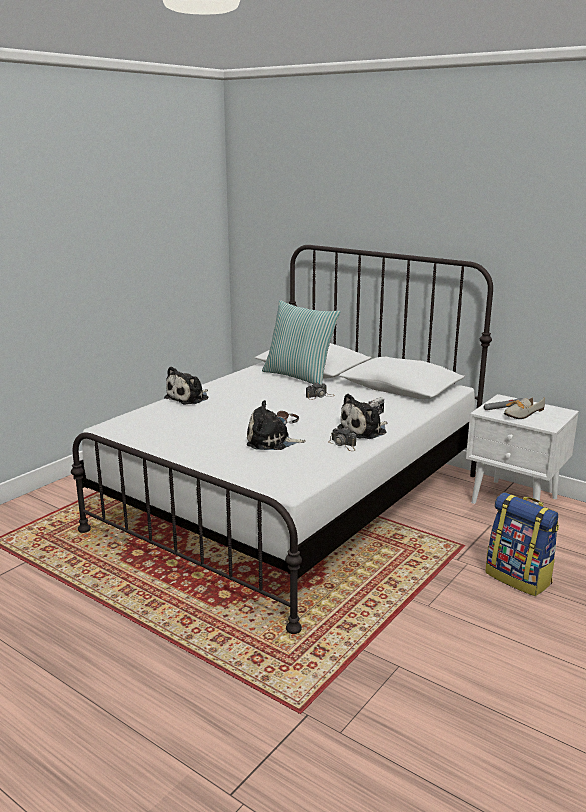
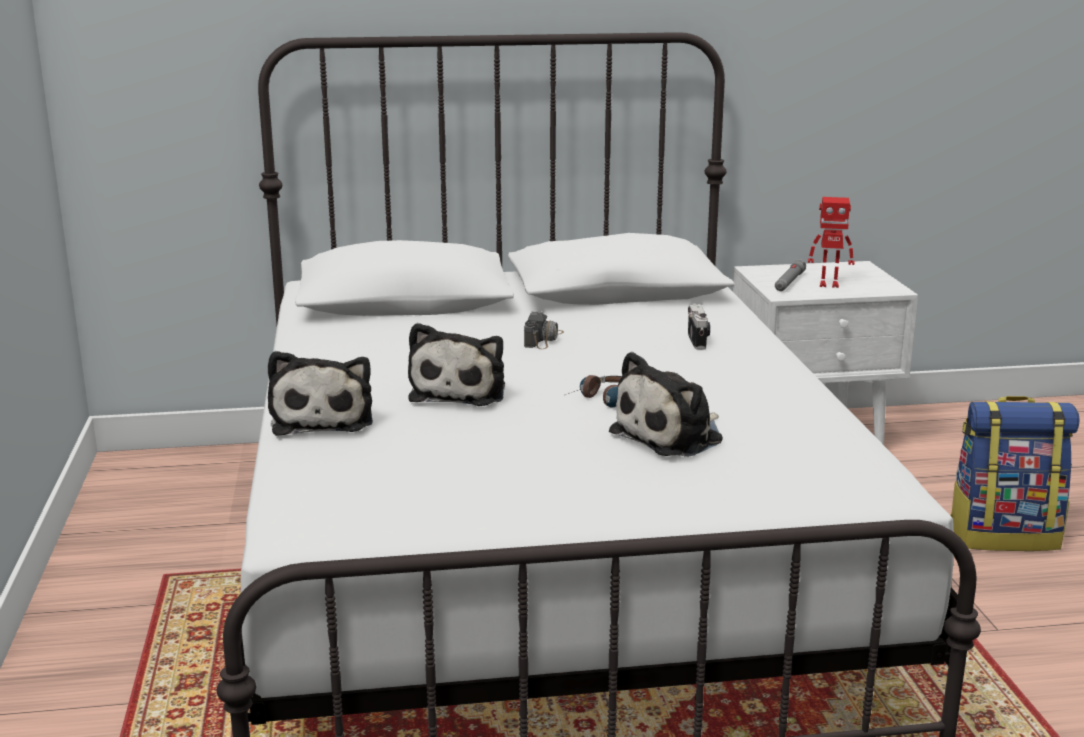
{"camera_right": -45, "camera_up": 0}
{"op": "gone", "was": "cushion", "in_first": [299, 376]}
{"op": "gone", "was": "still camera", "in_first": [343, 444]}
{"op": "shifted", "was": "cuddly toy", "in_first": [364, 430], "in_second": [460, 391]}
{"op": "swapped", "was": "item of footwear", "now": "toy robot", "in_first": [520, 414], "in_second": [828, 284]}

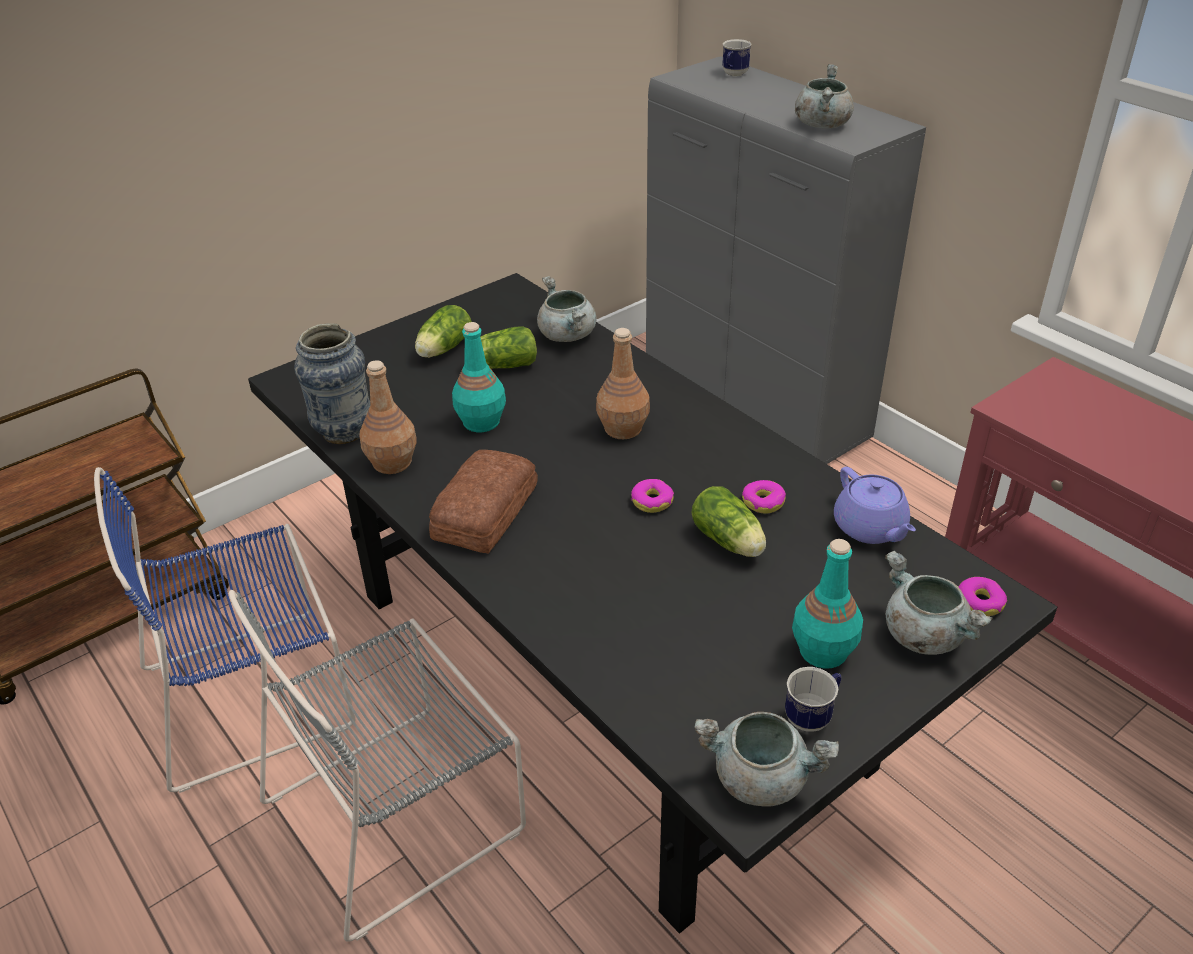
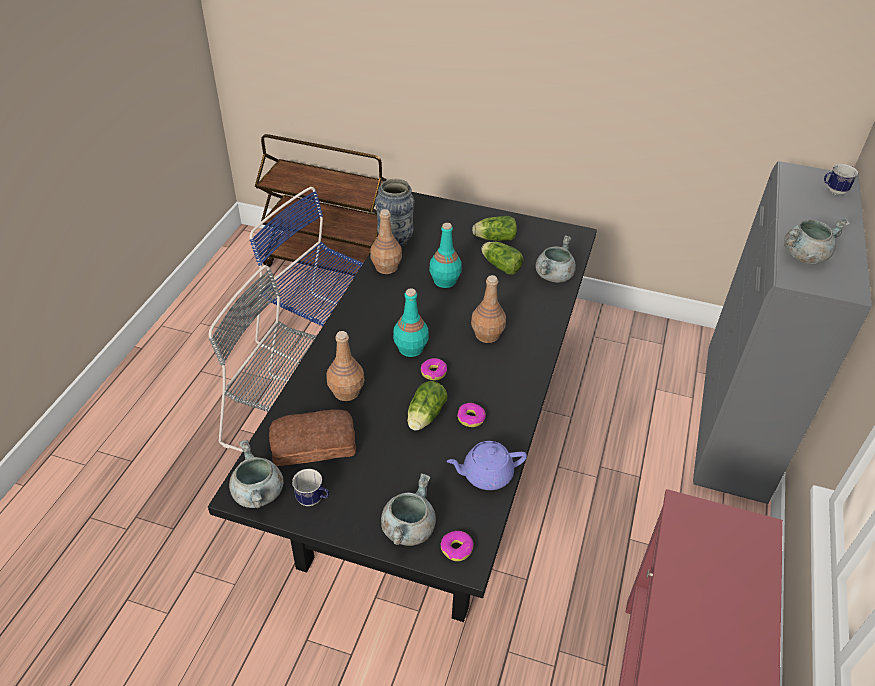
{"camera_right": 55, "camera_up": 5}
{"op": "new", "now": "brownish beverage bottle", "in_second": [346, 392]}
{"op": "shifted", "was": "bread", "in_first": [482, 512], "in_second": [312, 443]}
{"op": "shifted", "was": "turquoise-coloured beverage bottle", "in_first": [822, 651], "in_second": [410, 348]}
{"op": "rotated", "was": "purplish teapot", "in_first": [870, 528], "in_second": [486, 475], "clockwise": 45}

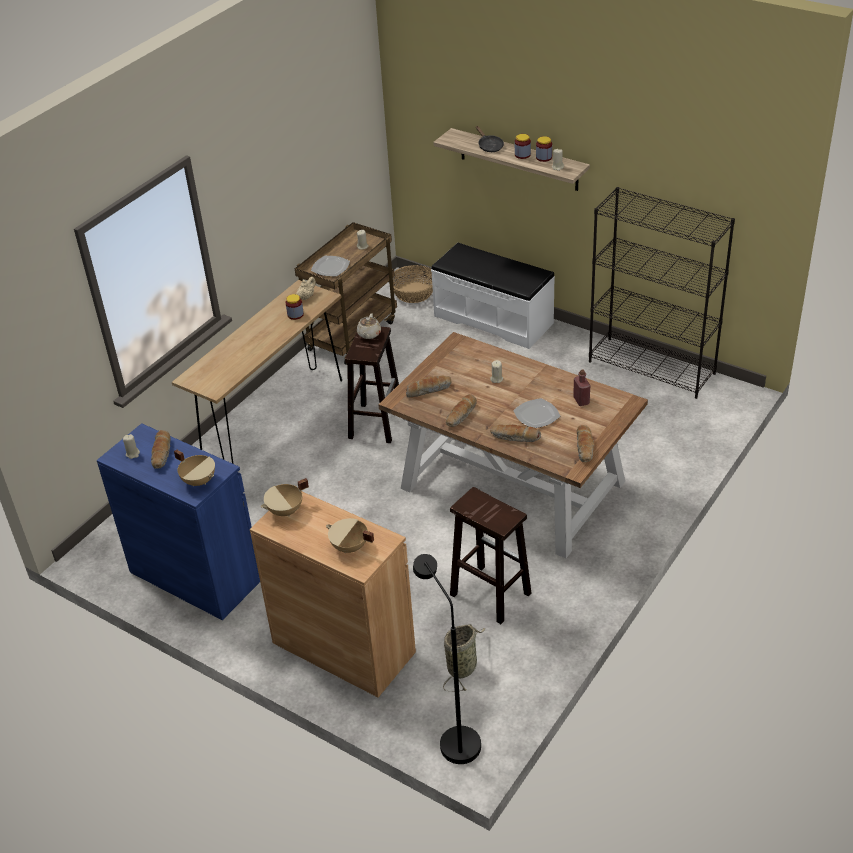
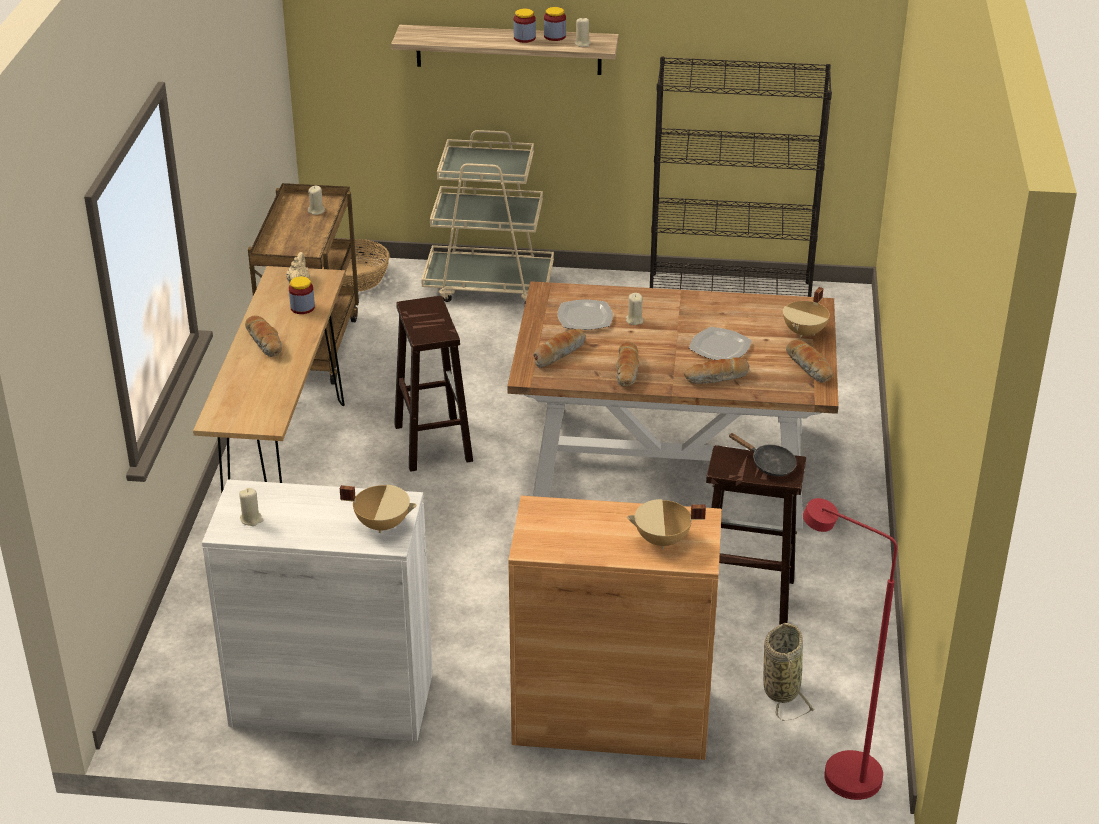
{"camera_right": -30, "camera_up": -5}
{"op": "gone", "was": "beige-coloured teapot", "in_first": [369, 334]}
{"op": "gone", "was": "red beverage bottle", "in_first": [581, 400]}
{"op": "shifted", "was": "bread", "in_first": [162, 454], "in_second": [265, 342]}
{"op": "shifted", "was": "beige-coloured saucepot", "in_first": [286, 511], "in_second": [805, 332]}
{"op": "shifted", "was": "plate", "in_first": [331, 267], "in_second": [585, 317]}
{"op": "shifted", "was": "black frying pan", "in_first": [489, 146], "in_second": [769, 464]}
{"op": "swapped", "was": "whitish indoor bench", "now": "beige-coloured wheeled cart", "in_first": [493, 319], "in_second": [489, 285]}
{"op": "repainted", "was": "bluish cupboard", "now": "whitish cupboard", "in_first": [195, 576], "in_second": [332, 700]}
{"op": "repainted", "was": "black floor lamp", "now": "red floor lamp", "in_first": [453, 738], "in_second": [837, 772]}

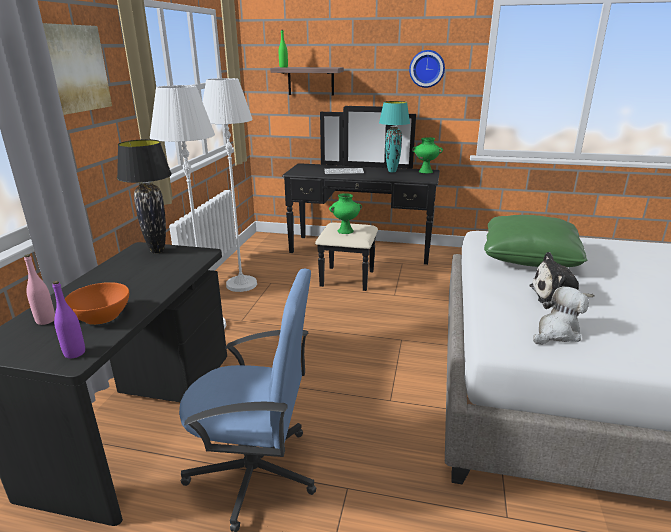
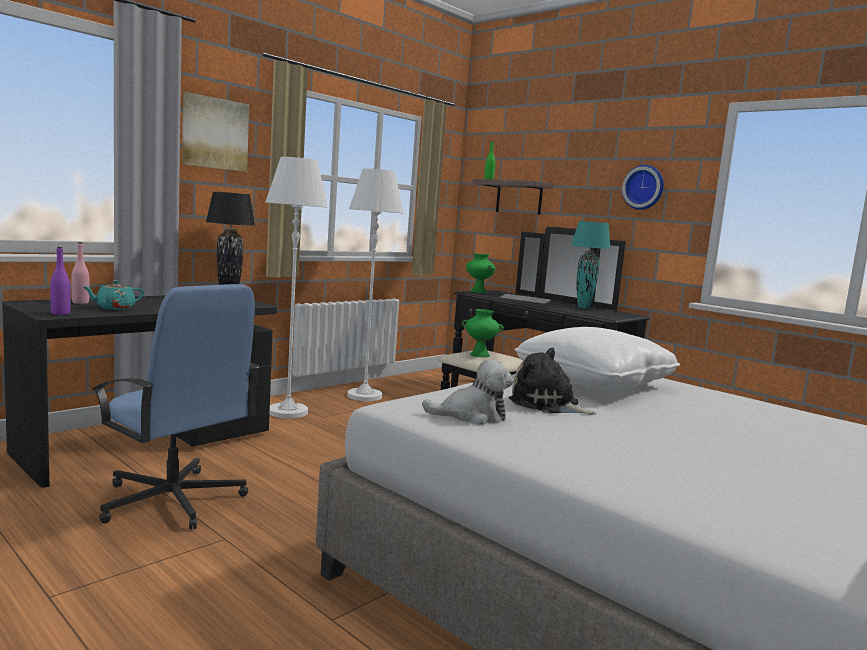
{"camera_right": 30, "camera_up": -15}
{"op": "shifted", "was": "green decorative vase", "in_first": [425, 172], "in_second": [478, 292]}
{"op": "swapped", "was": "orangey serving bowl", "now": "turquoise-coloured teapot", "in_first": [101, 316], "in_second": [114, 308]}
{"op": "repainted", "was": "green cushion", "now": "whitish cushion", "in_first": [529, 257], "in_second": [594, 382]}

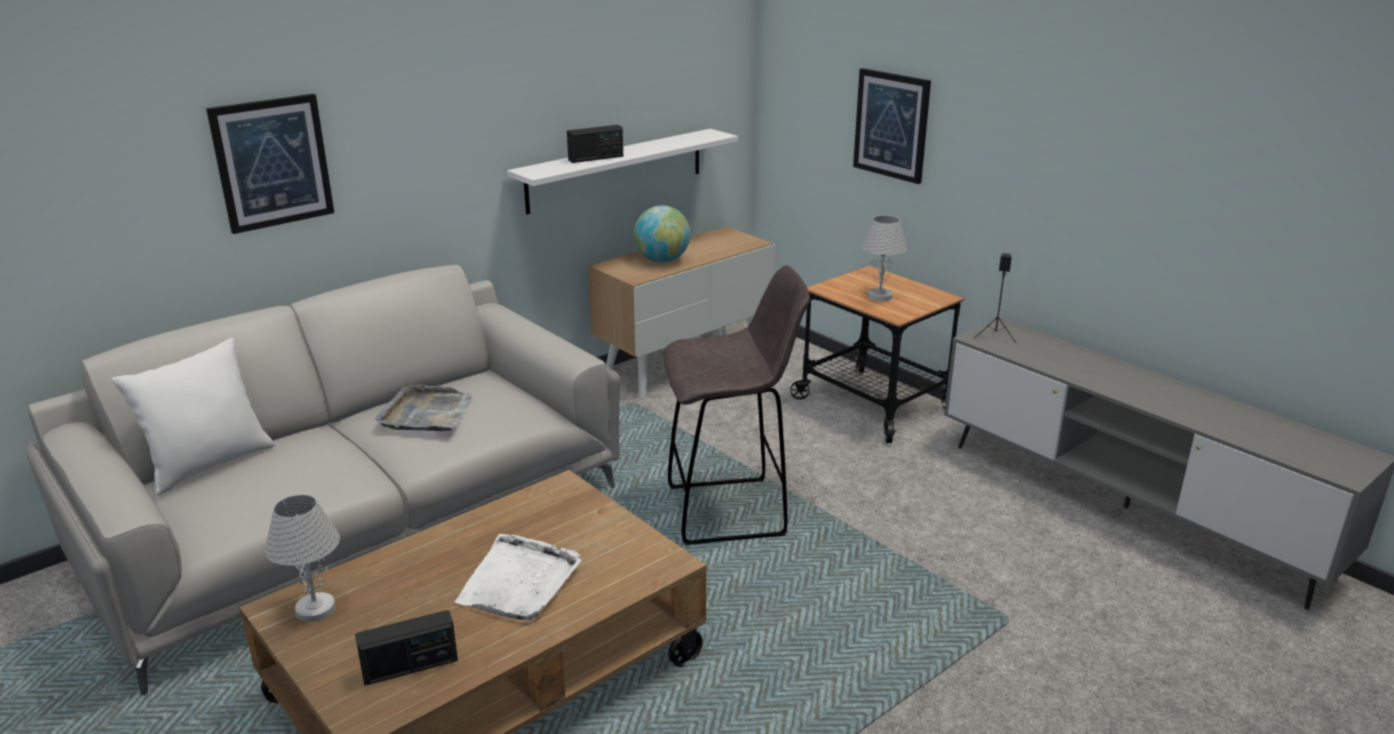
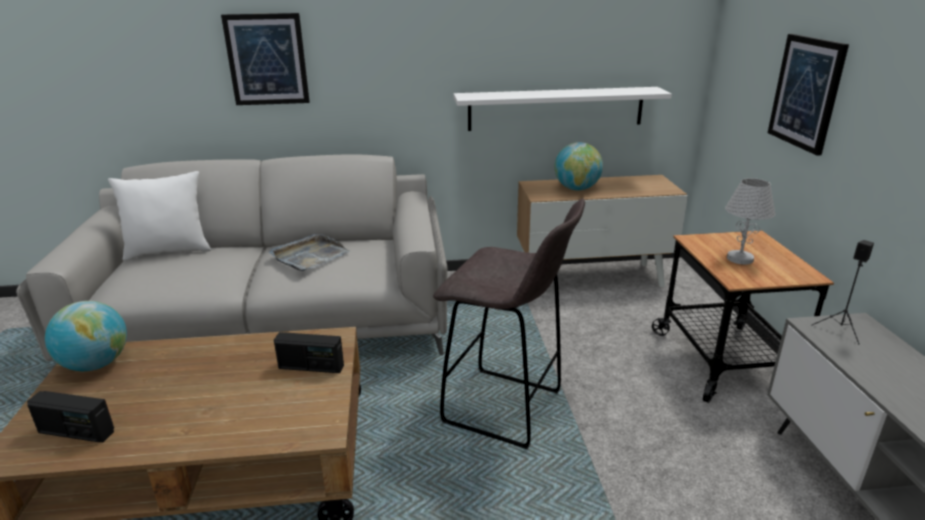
{"camera_right": 35, "camera_up": 0}
{"op": "gone", "was": "whitish carrying tray", "in_first": [519, 582]}
{"op": "shifted", "was": "radio receiver", "in_first": [596, 158], "in_second": [311, 367]}
{"op": "swapped", "was": "whitish tabletop lamp", "now": "desk globe", "in_first": [315, 609], "in_second": [96, 364]}

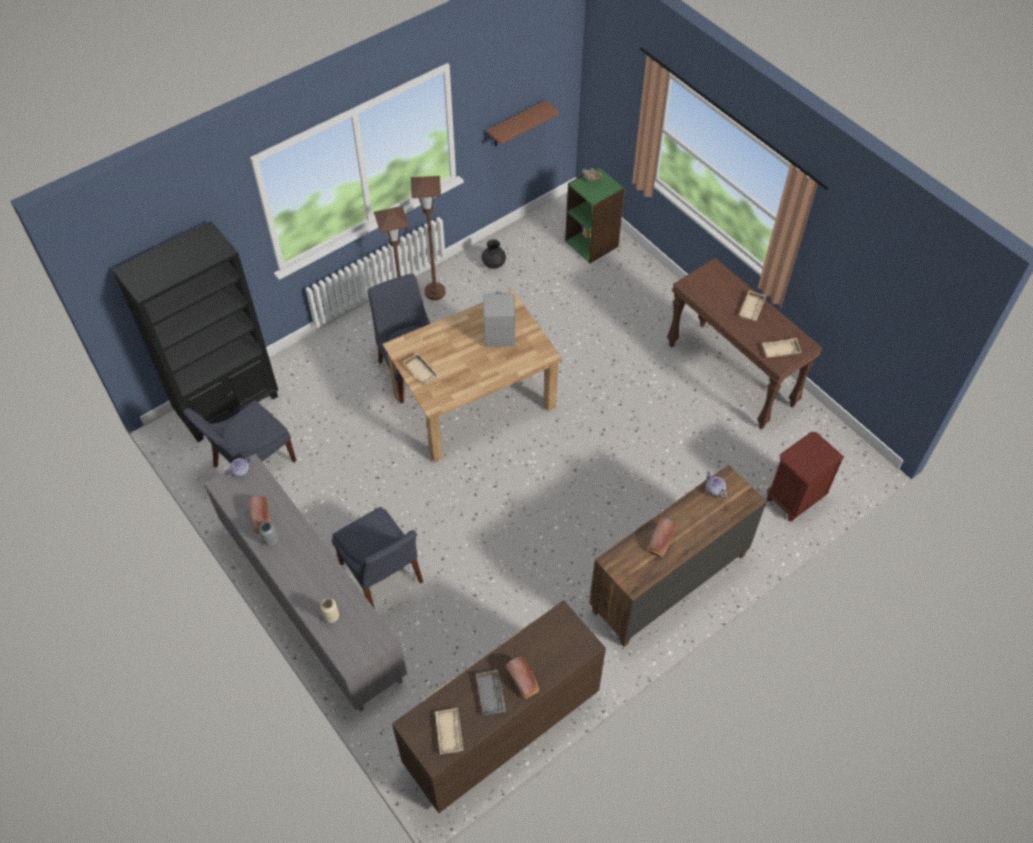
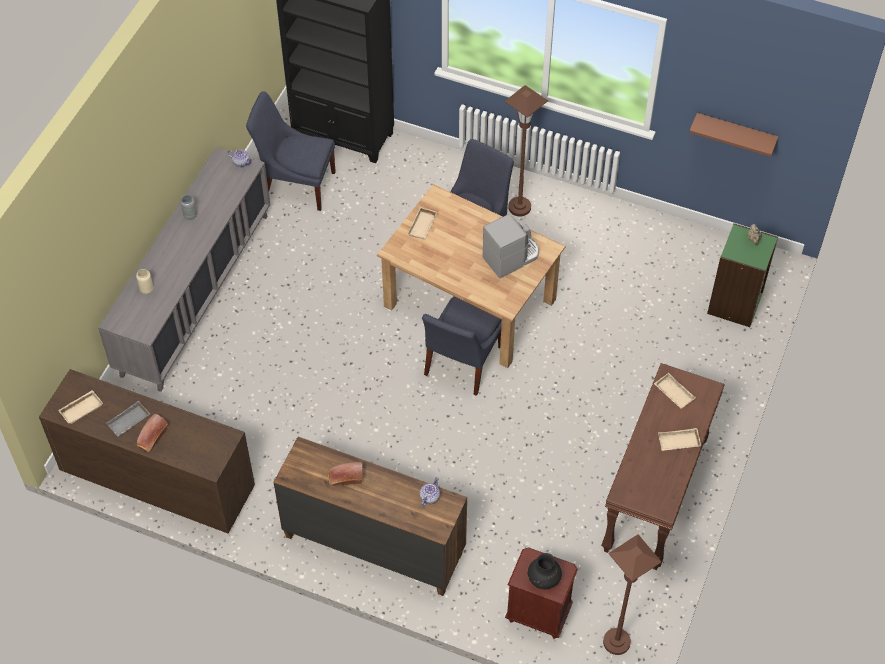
{"camera_right": 60, "camera_up": 0}
{"op": "gone", "was": "bread", "in_first": [261, 519]}
{"op": "shifted", "was": "bluish chair", "in_first": [382, 576], "in_second": [461, 363]}
{"op": "shifted", "was": "brownish floor lamp", "in_first": [435, 292], "in_second": [616, 642]}
{"op": "shifted", "was": "black decorative vase", "in_first": [494, 265], "in_second": [543, 580]}
{"op": "shifted", "was": "beige-coloured carrying tray", "in_first": [780, 351], "in_second": [672, 393]}

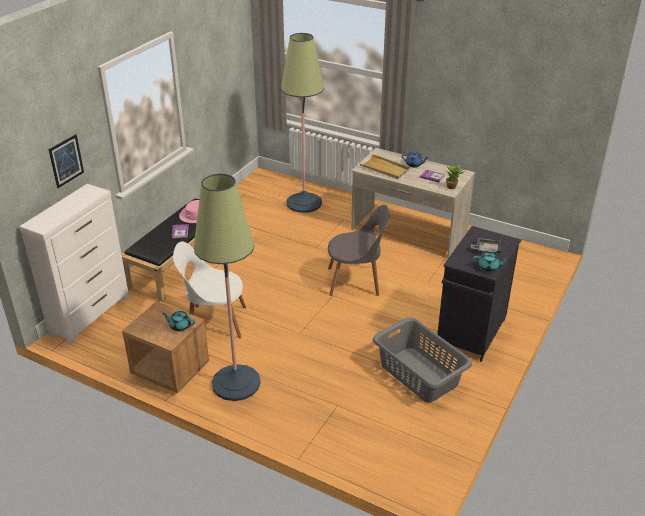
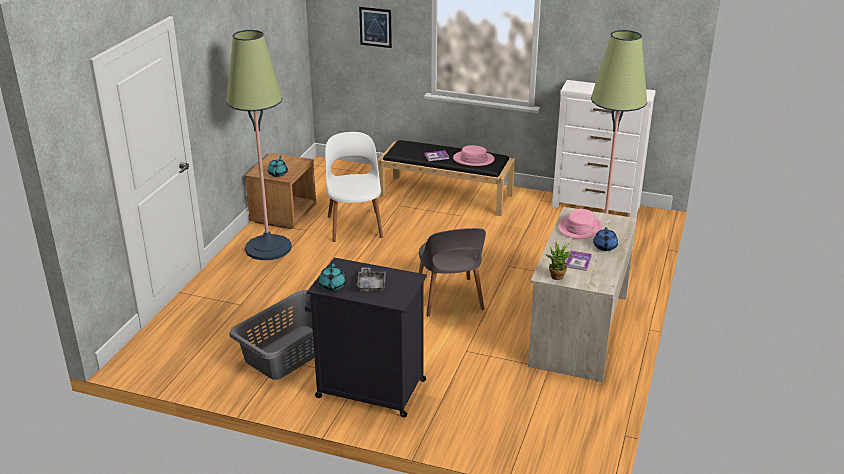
{"camera_right": 80, "camera_up": -5}
{"op": "shifted", "was": "whitish dresser", "in_first": [91, 315], "in_second": [596, 207]}
{"op": "swapped", "was": "beige-coloured carrying tray", "now": "pink clothing hat", "in_first": [384, 168], "in_second": [580, 227]}

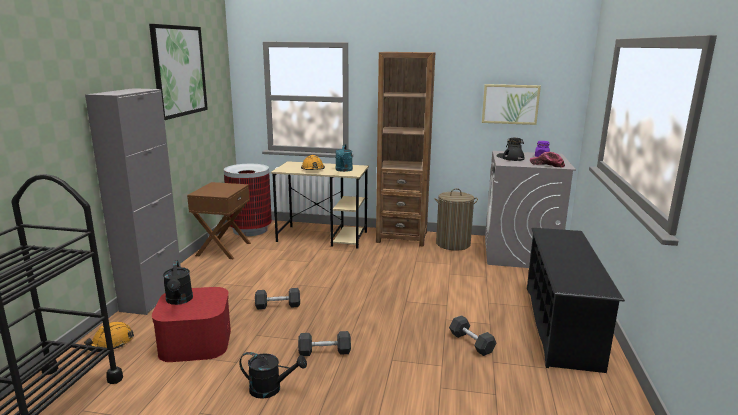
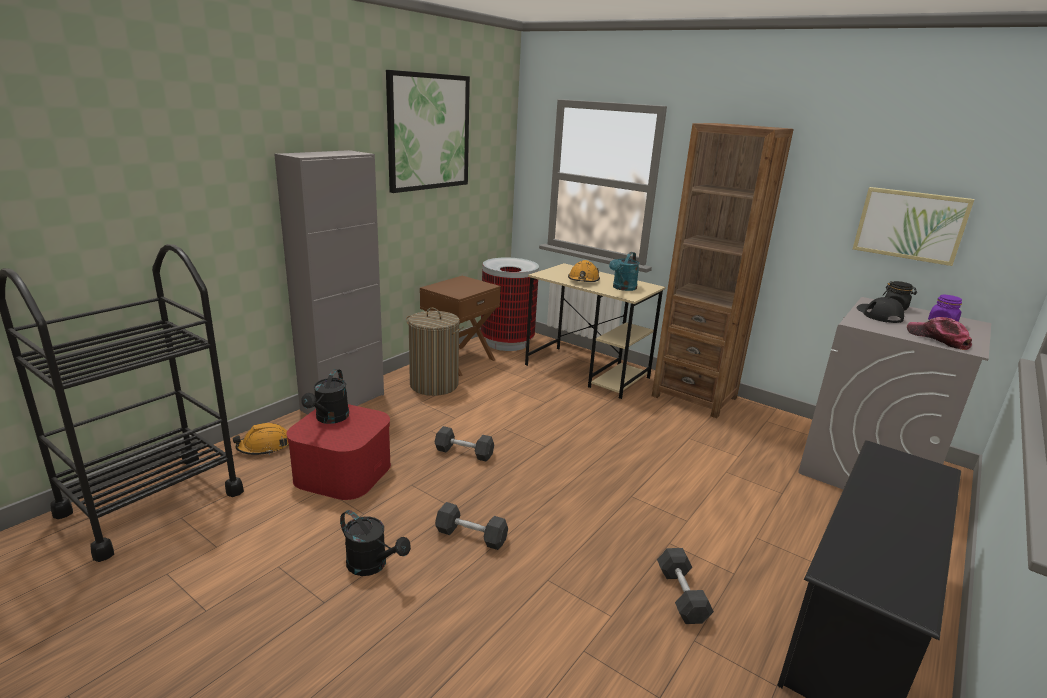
{"camera_right": 25, "camera_up": 5}
{"op": "shifted", "was": "hamper", "in_first": [453, 244], "in_second": [434, 385]}

